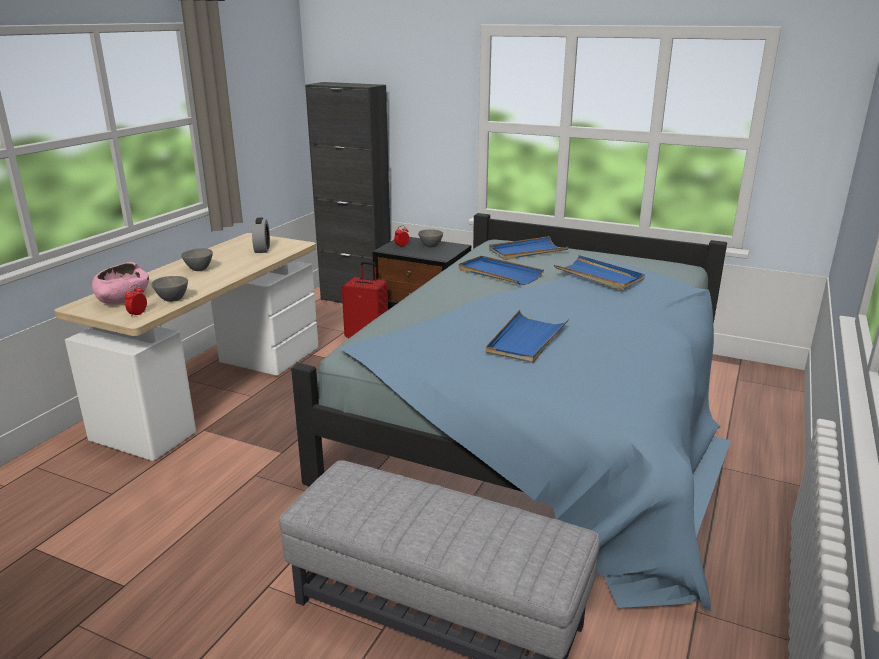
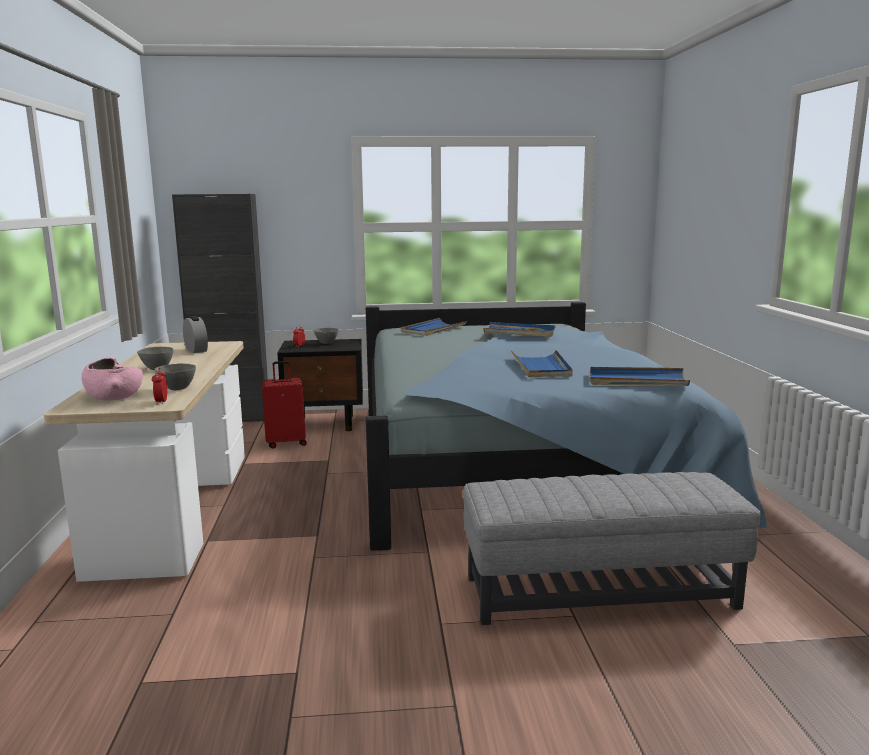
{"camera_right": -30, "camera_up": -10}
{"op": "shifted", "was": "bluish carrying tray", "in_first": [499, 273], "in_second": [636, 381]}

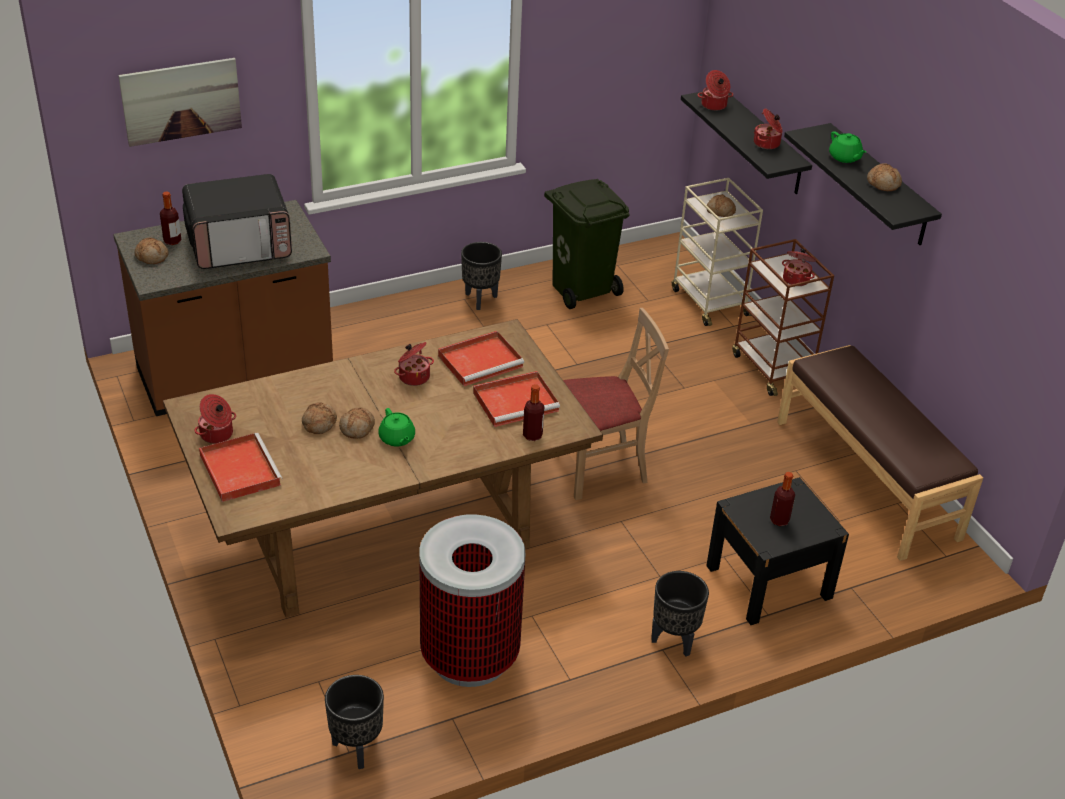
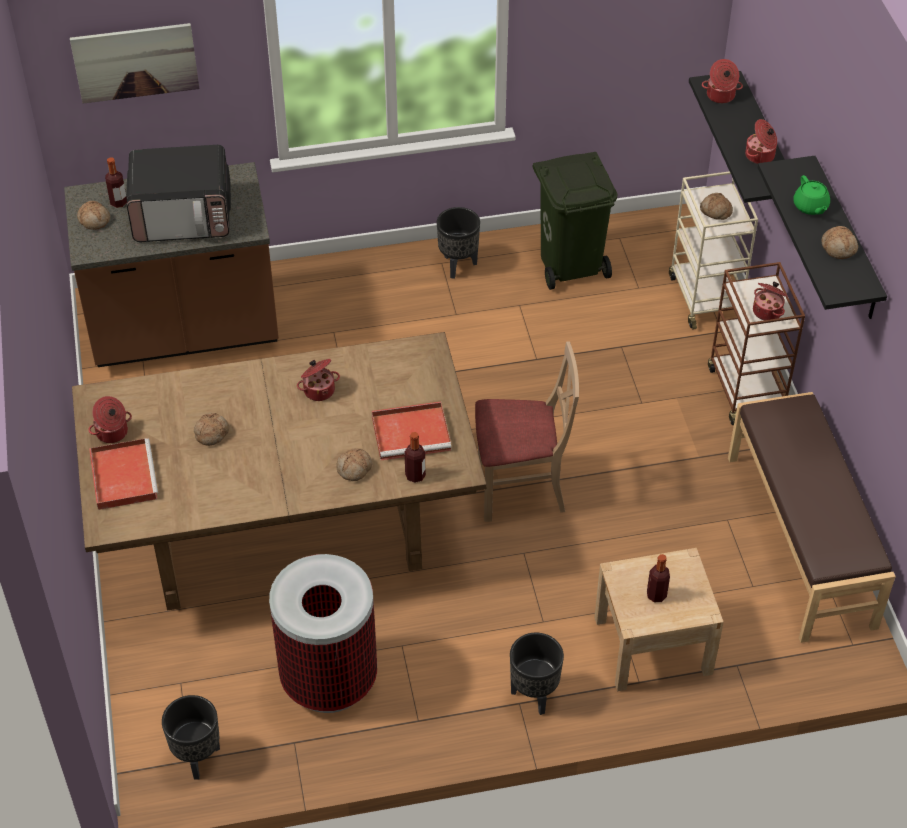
{"camera_right": 15, "camera_up": 10}
{"op": "gone", "was": "green teapot", "in_first": [397, 439]}
{"op": "gone", "was": "red carrying tray", "in_first": [481, 360]}
{"op": "shifted", "was": "bread", "in_first": [358, 428], "in_second": [355, 469]}
{"op": "repainted", "was": "black bedside table", "now": "beige-coloured bedside table", "in_first": [769, 582], "in_second": [652, 645]}

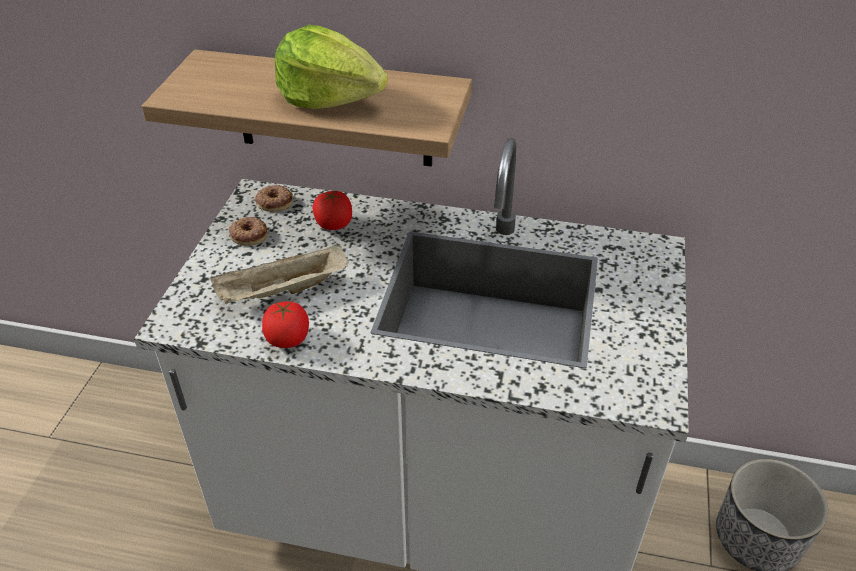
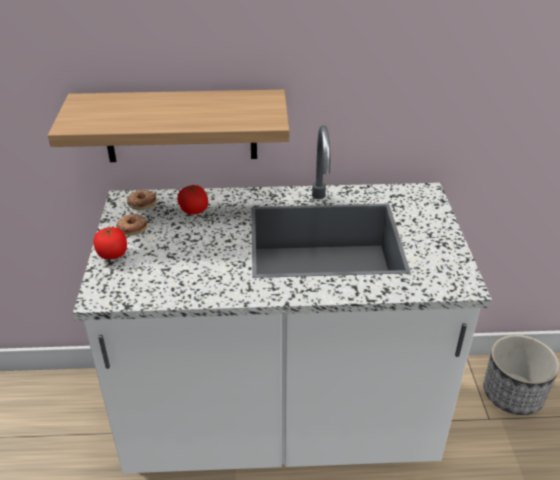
{"camera_right": -15, "camera_up": -5}
{"op": "gone", "was": "beige-coloured carrying tray", "in_first": [282, 292]}
{"op": "gone", "was": "lettuce head", "in_first": [329, 98]}
{"op": "shifted", "was": "fresh tomato", "in_first": [288, 339], "in_second": [112, 254]}

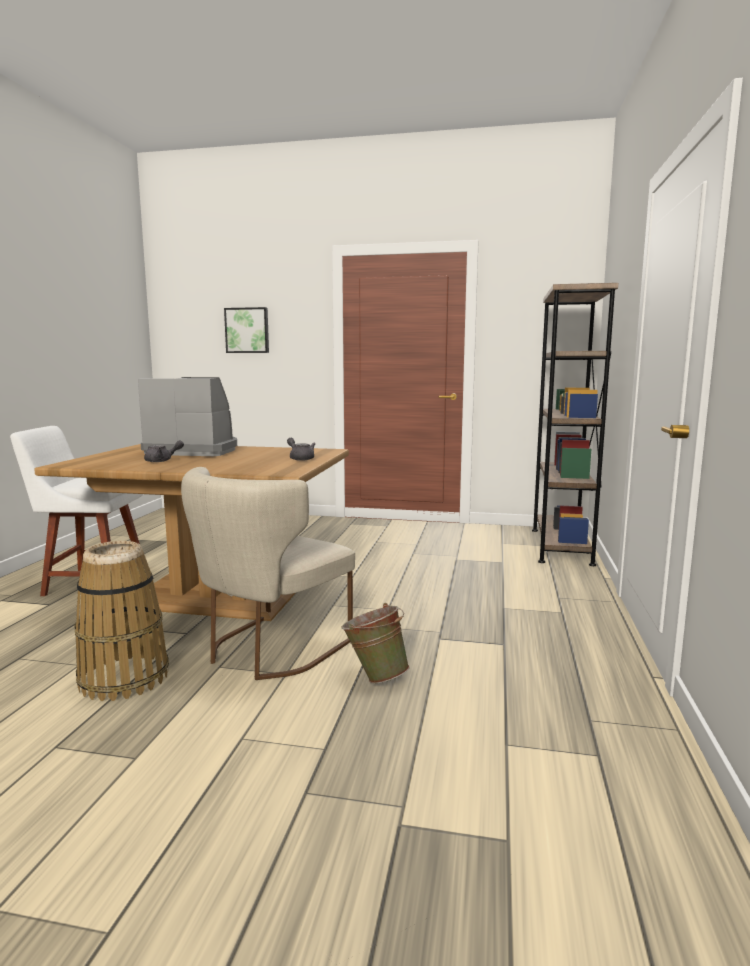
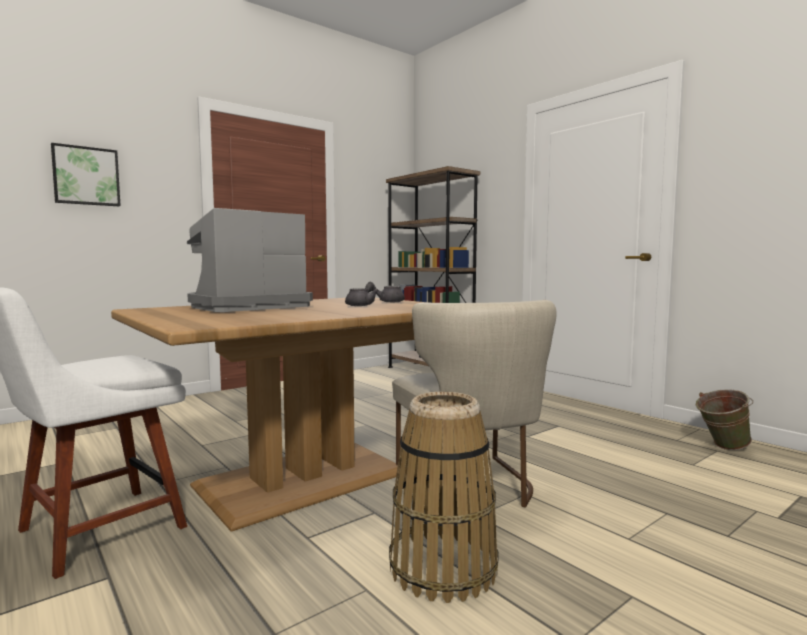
{"camera_right": -50, "camera_up": -5}
{"op": "shifted", "was": "greyish teapot", "in_first": [162, 461], "in_second": [362, 305]}
{"op": "shifted", "was": "green bucket", "in_first": [375, 676], "in_second": [721, 447]}

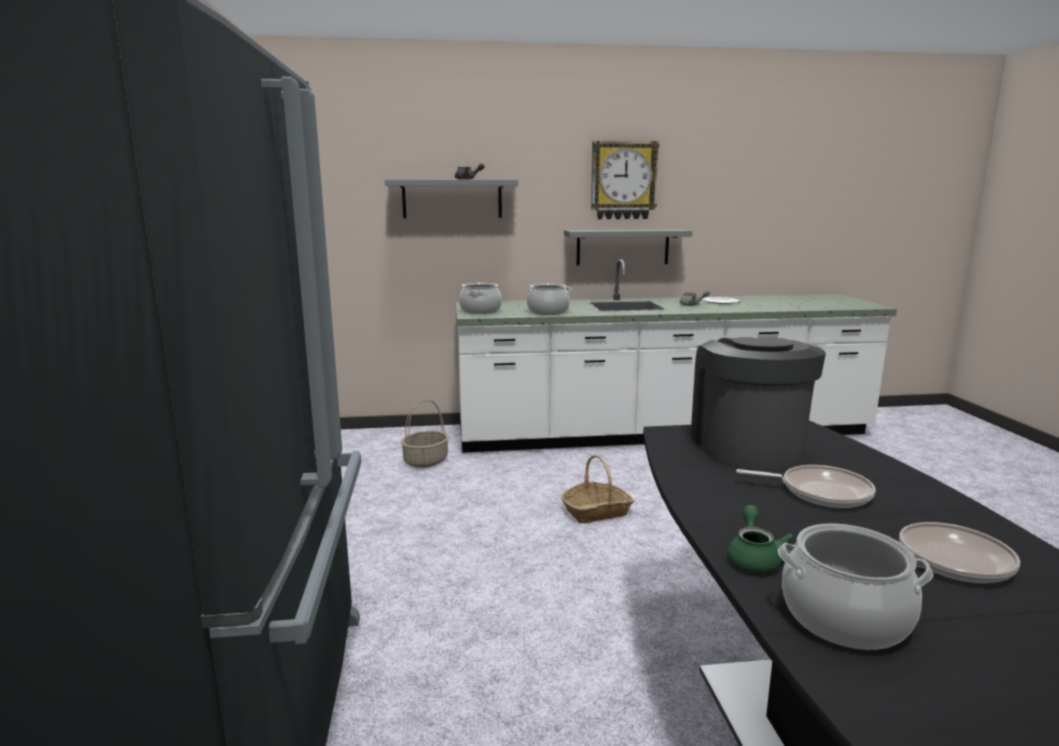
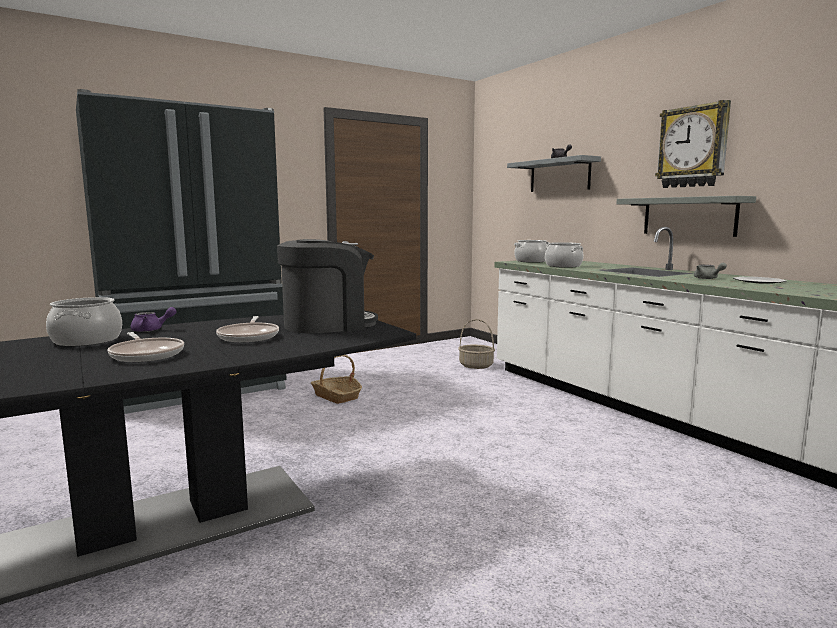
{"camera_right": 65, "camera_up": -5}
{"op": "shifted", "was": "storage basket", "in_first": [597, 512], "in_second": [337, 396]}
{"op": "repainted", "was": "green teapot", "now": "purplish teapot", "in_first": [754, 558], "in_second": [151, 330]}

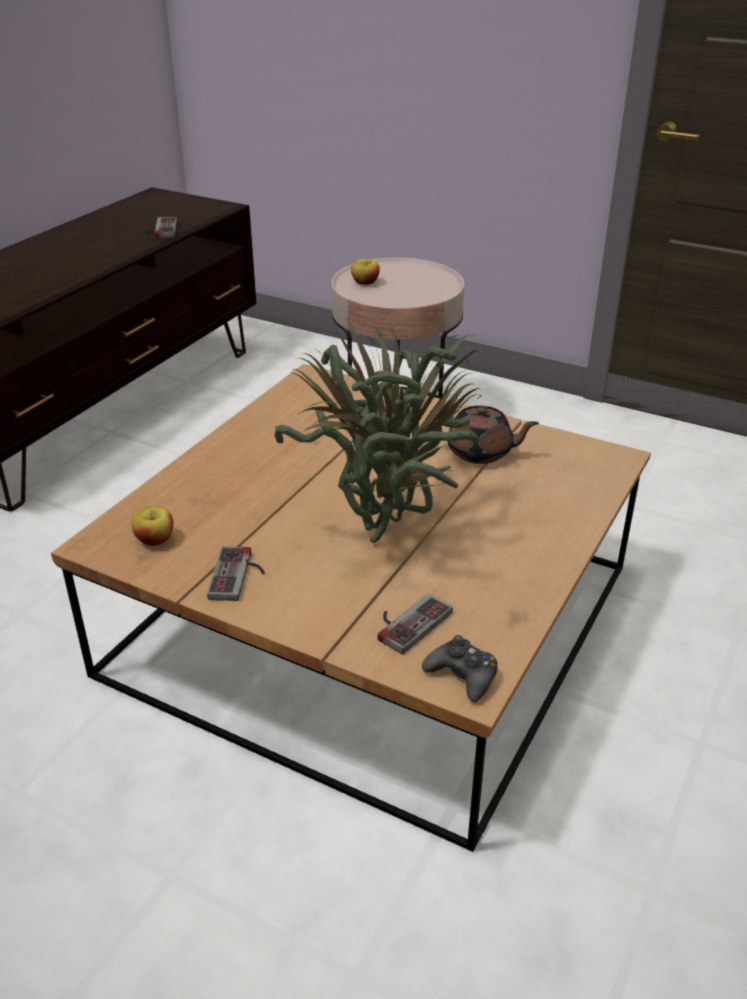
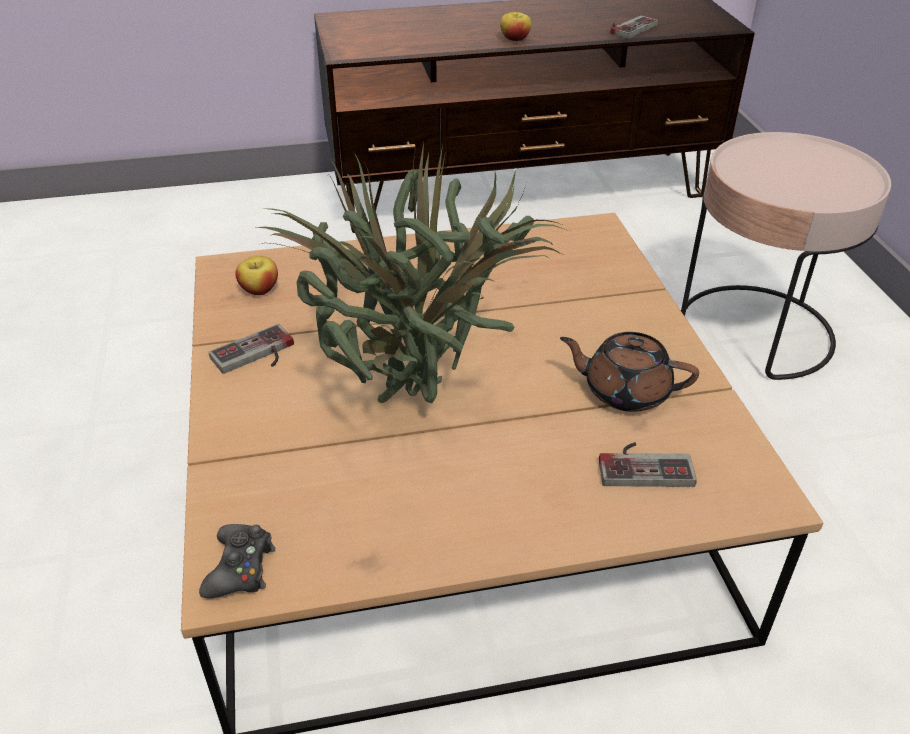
{"camera_right": 50, "camera_up": 5}
{"op": "shifted", "was": "whole apple", "in_first": [365, 283], "in_second": [515, 39]}
{"op": "shifted", "was": "joypad", "in_first": [407, 621], "in_second": [644, 464]}
{"op": "rotated", "was": "brownish teapot", "in_first": [481, 452], "in_second": [625, 391], "clockwise": 135}

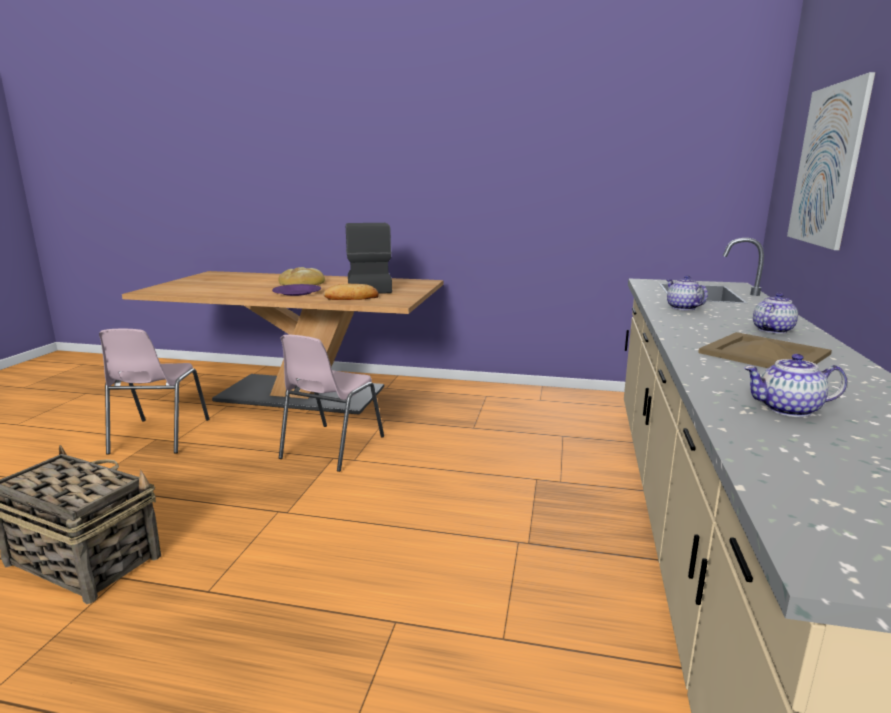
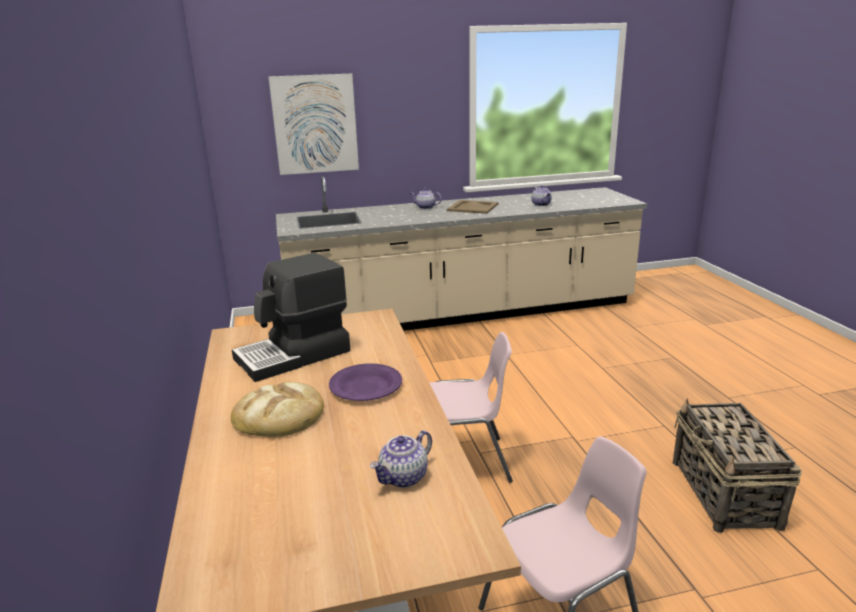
{"camera_right": -115, "camera_up": 5}
{"op": "gone", "was": "bread", "in_first": [352, 298]}
{"op": "shifted", "was": "teapot", "in_first": [682, 308], "in_second": [403, 477]}

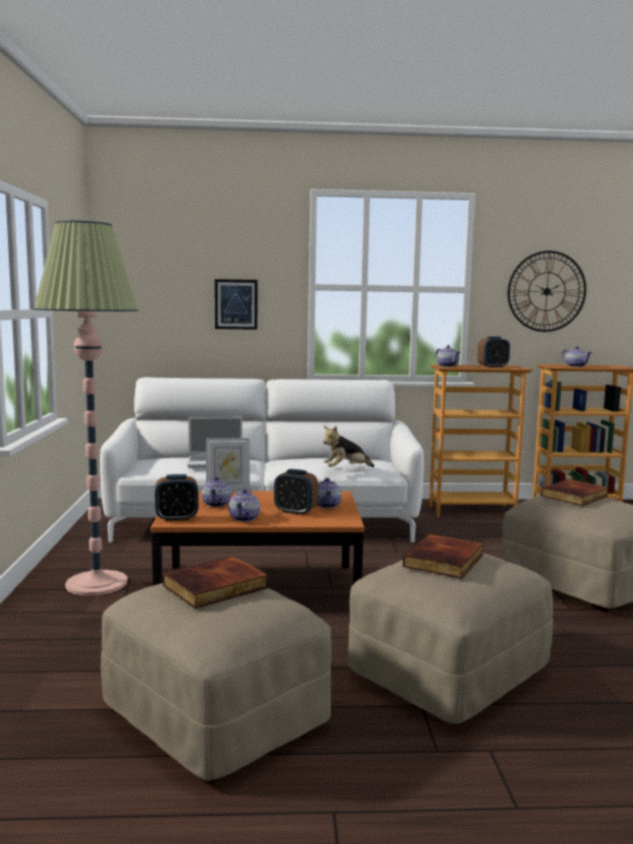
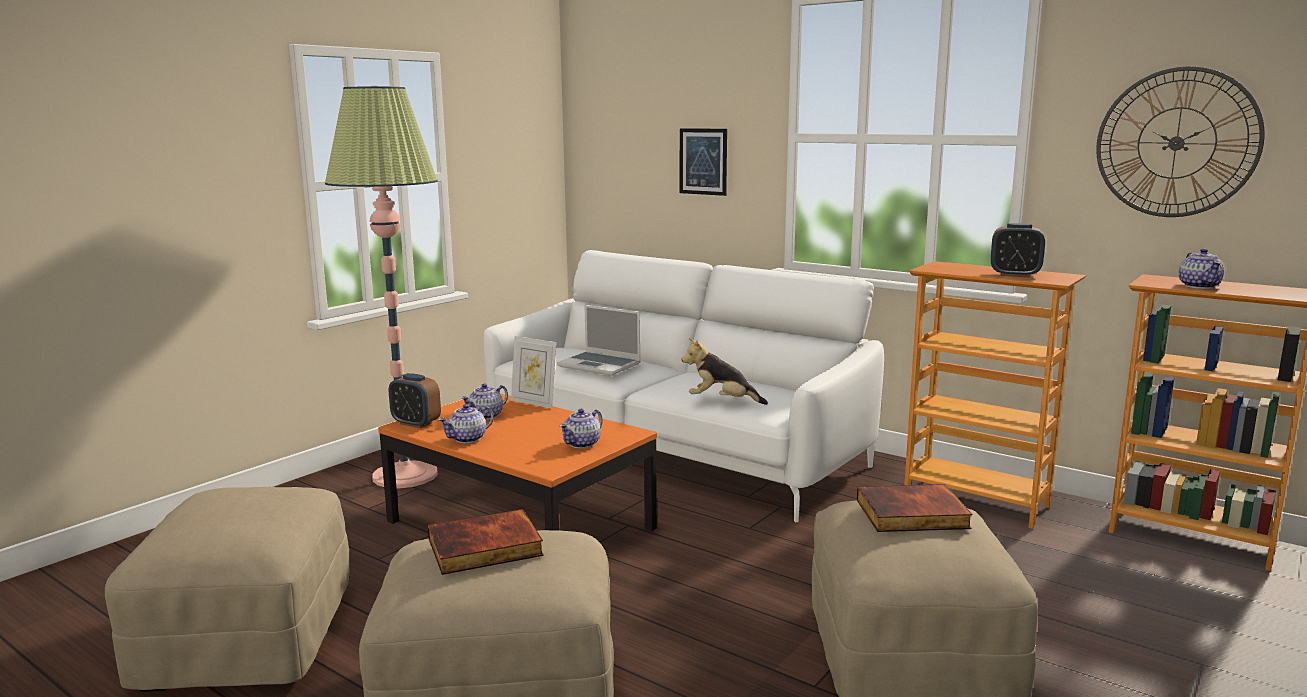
{"camera_right": 40, "camera_up": 5}
{"op": "gone", "was": "volume", "in_first": [215, 587]}
{"op": "gone", "was": "alarm clock", "in_first": [295, 512]}
{"op": "gone", "was": "teapot", "in_first": [447, 366]}

